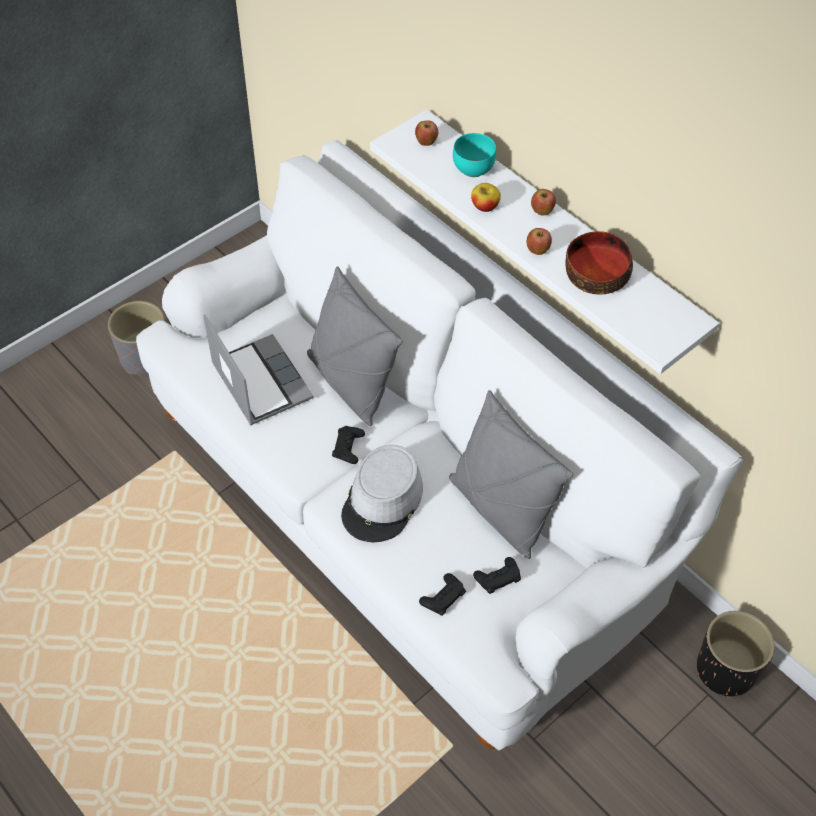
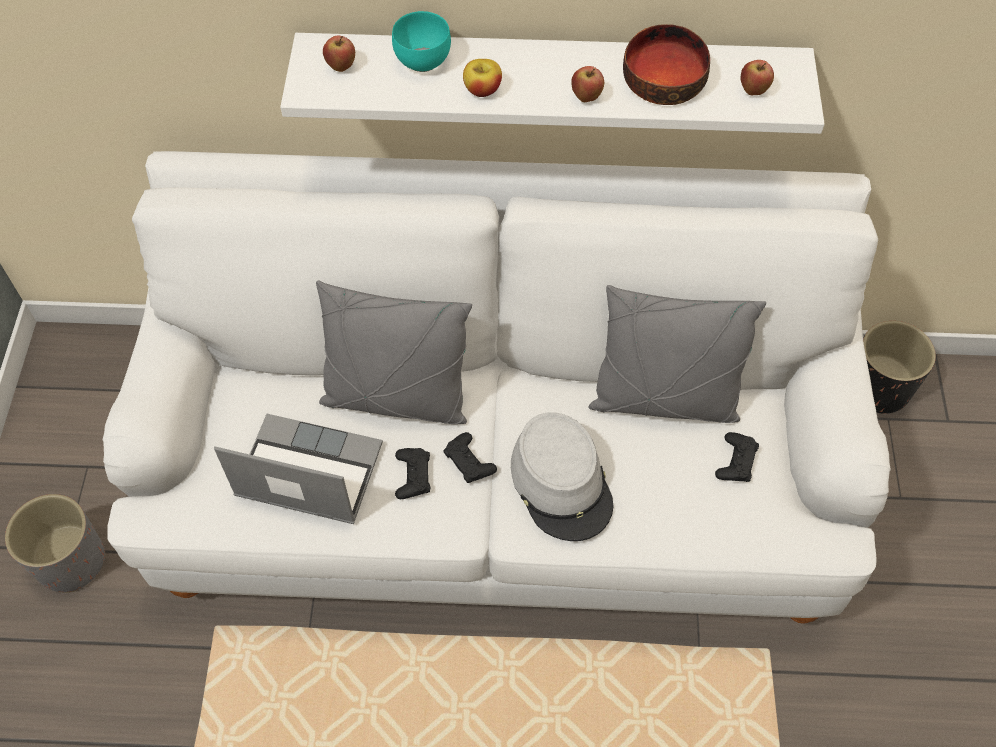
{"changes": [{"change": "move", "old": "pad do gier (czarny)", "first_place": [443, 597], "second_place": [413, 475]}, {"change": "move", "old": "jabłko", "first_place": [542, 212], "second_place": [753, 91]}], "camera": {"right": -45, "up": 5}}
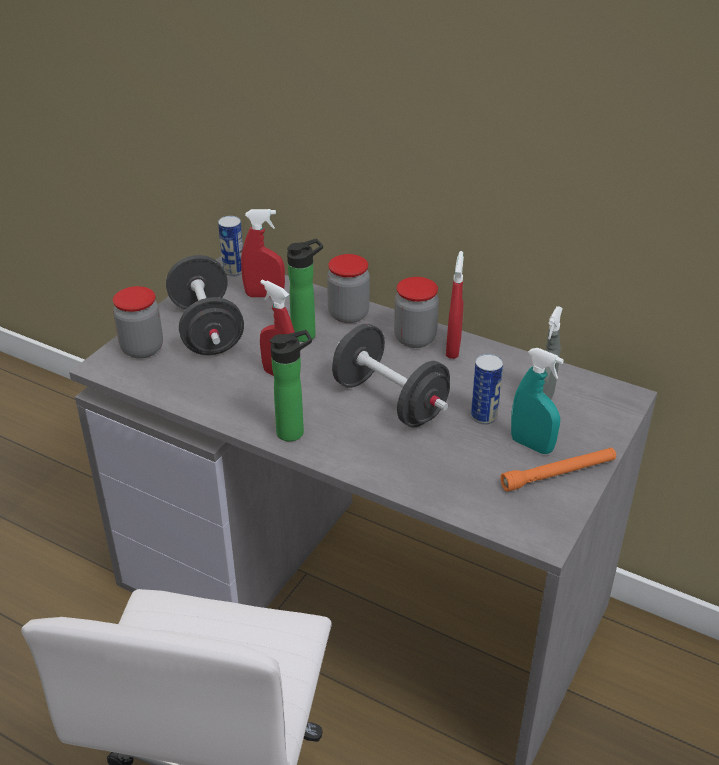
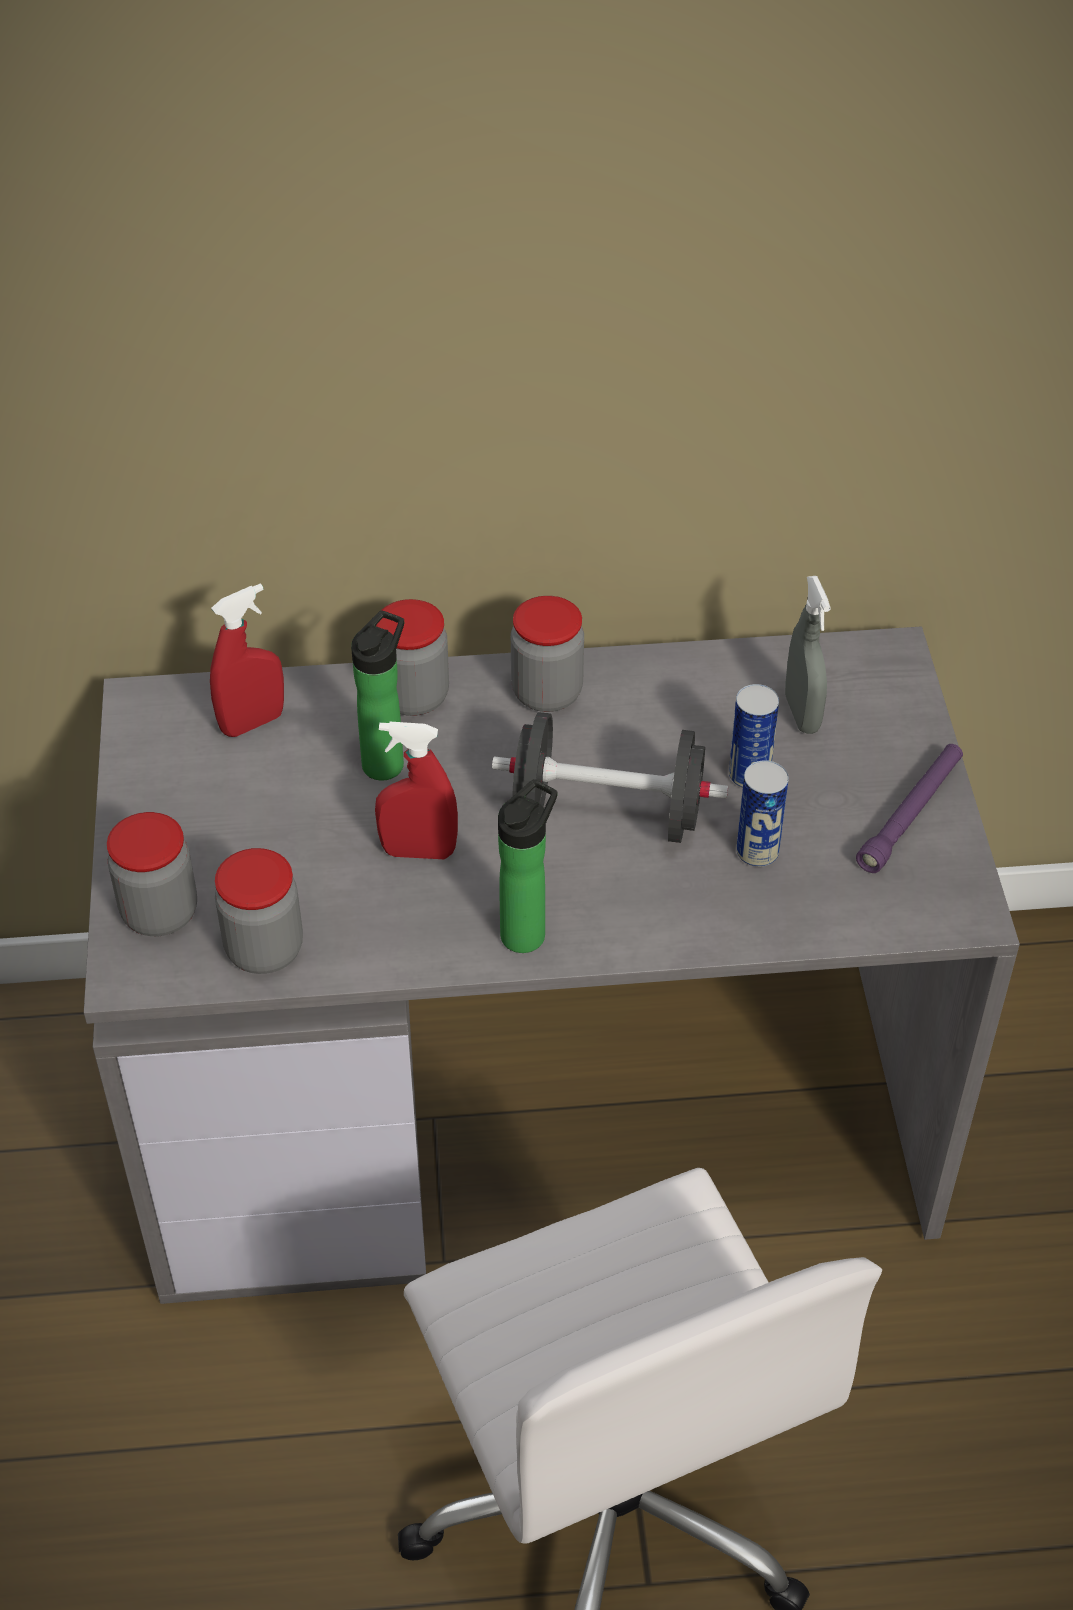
{"changes": [{"change": "delete", "old": "hantel (czarny)", "first_place": [206, 330]}, {"change": "delete", "old": "spryskiwacz (czerwony)", "first_place": [453, 348]}, {"change": "delete", "old": "spryskiwacz (turkusowy)", "first_place": [531, 445]}, {"change": "insert", "new": "słoik", "second_place": [264, 950]}, {"change": "move", "old": "puszka", "first_place": [233, 271], "second_place": [757, 852]}, {"change": "recolor", "old": "latarka (pomarańczowy)", "new": "latarka (fioletowy)", "first_place": [558, 474], "second_place": [910, 814]}], "camera": {"right": -35, "up": 10}}
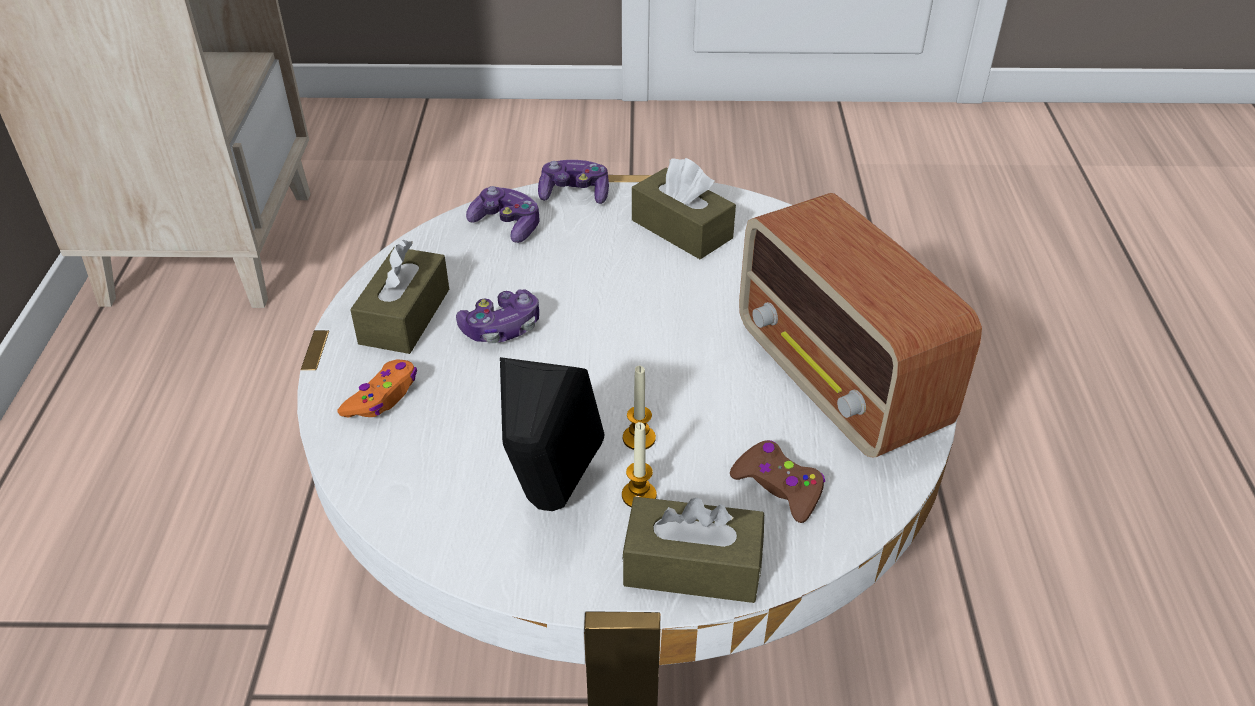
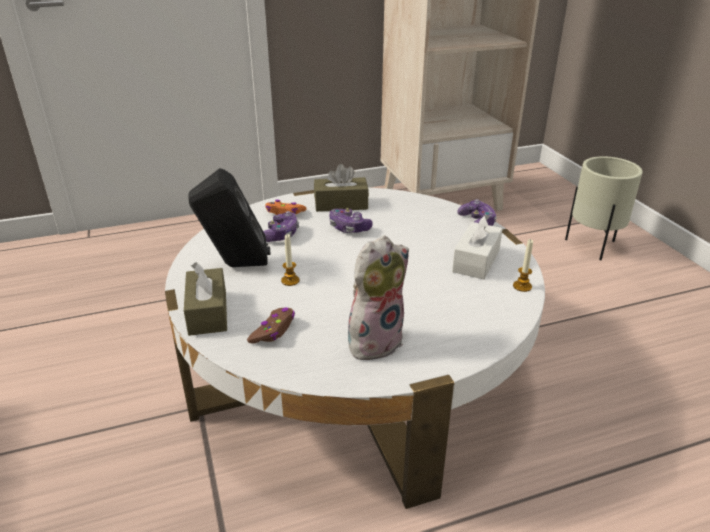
{"changes": [{"change": "insert", "new": "donica (beżowy)", "second_place": [593, 247]}, {"change": "move", "old": "pad do gier", "first_place": [507, 225], "second_place": [281, 234]}, {"change": "move", "old": "świeca", "first_place": [639, 495], "second_place": [522, 286]}, {"change": "replace", "old": "radio", "new": "pluszak", "first_place": [839, 381], "second_place": [374, 340]}, {"change": "recolor", "old": "pudełko chusteczek (brązowy)", "new": "pudełko chusteczek (biały)", "first_place": [681, 229], "second_place": [476, 261]}], "camera": {"right": 70, "up": -10}}
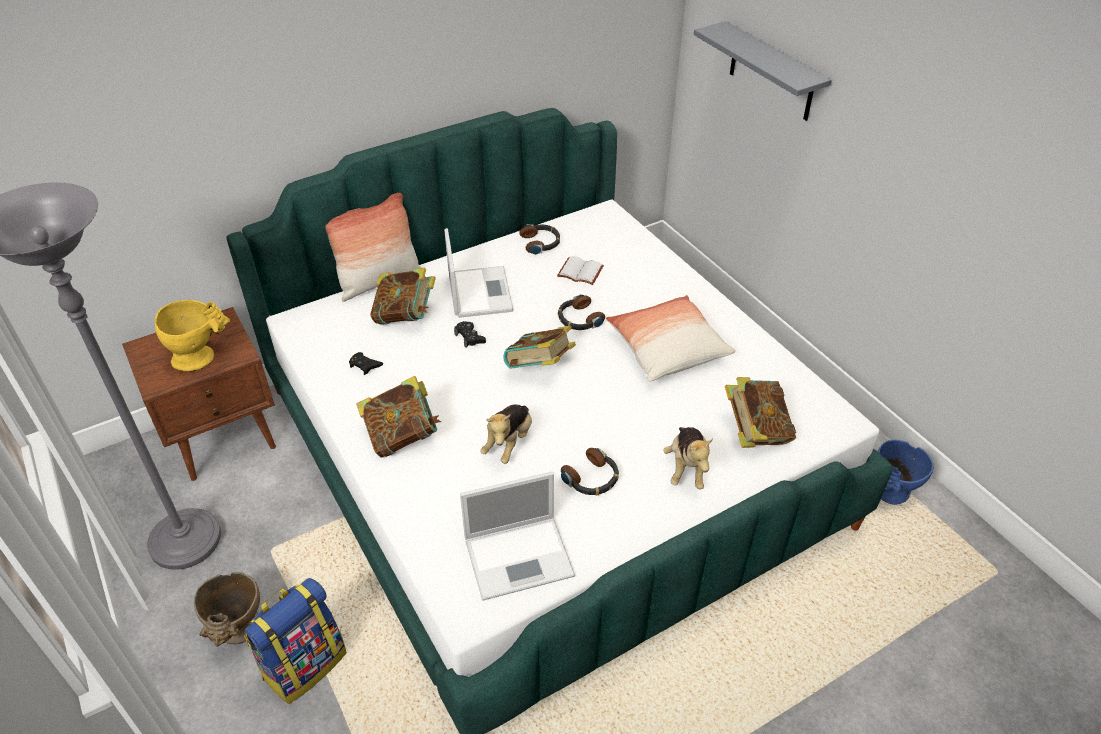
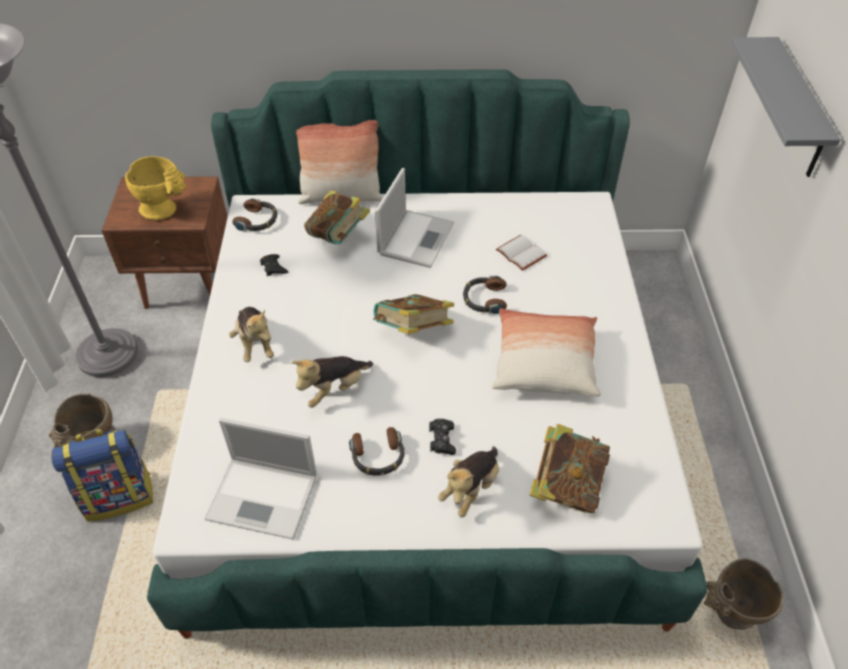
{"changes": [{"change": "move", "old": "pad do gier (czarny)", "first_place": [470, 337], "second_place": [442, 440]}, {"change": "move", "old": "słuchawki", "first_place": [541, 243], "second_place": [257, 221]}, {"change": "replace", "old": "książka", "new": "pluszak", "first_place": [402, 436], "second_place": [255, 343]}, {"change": "recolor", "old": "wazon (niebieski)", "new": "wazon (beżowy)", "first_place": [888, 495], "second_place": [729, 613]}], "camera": {"right": 30, "up": 5}}
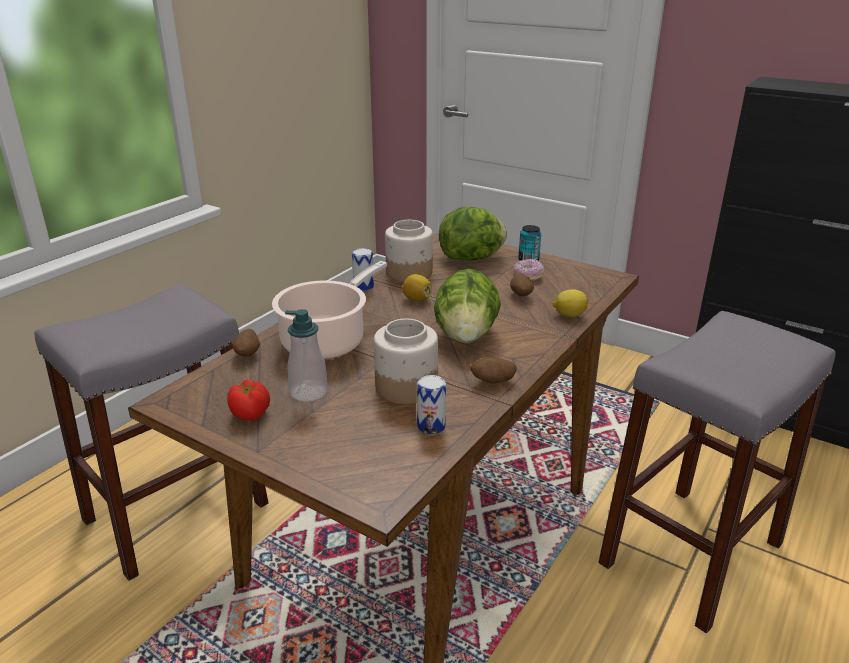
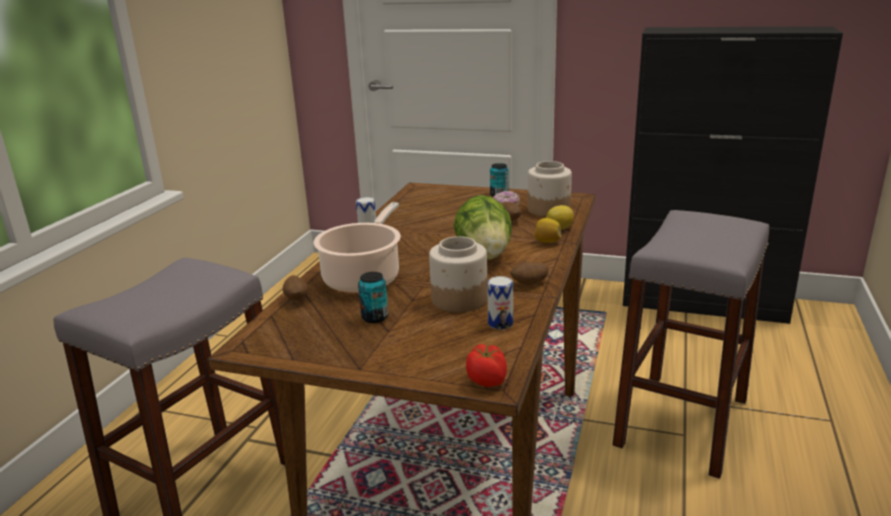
{"changes": [{"change": "delete", "old": "sałata", "first_place": [472, 258]}, {"change": "move", "old": "pomidor", "first_place": [251, 414], "second_place": [487, 381]}, {"change": "move", "old": "słoik", "first_place": [409, 272], "second_place": [549, 209]}, {"change": "move", "old": "cytryna", "first_place": [417, 299], "second_place": [547, 242]}, {"change": "replace", "old": "dozownik mydła", "new": "puszka", "first_place": [308, 392], "second_place": [375, 317]}], "camera": {"right": -15, "up": -5}}
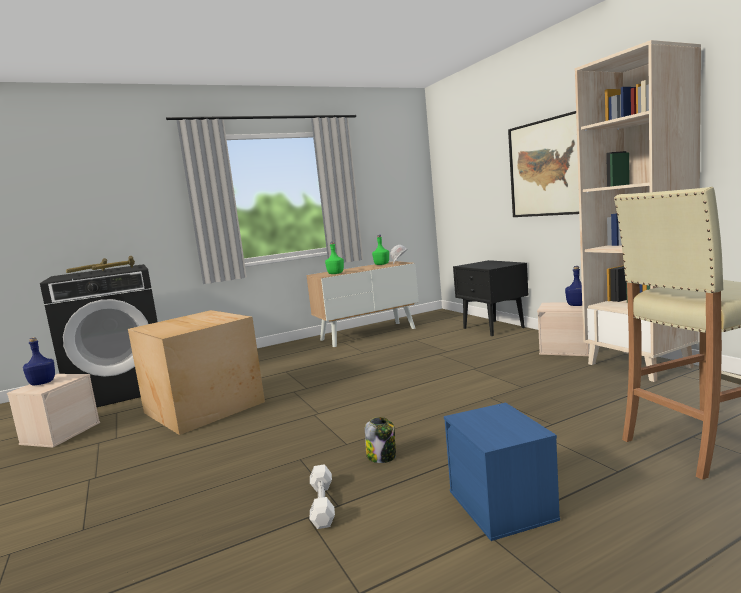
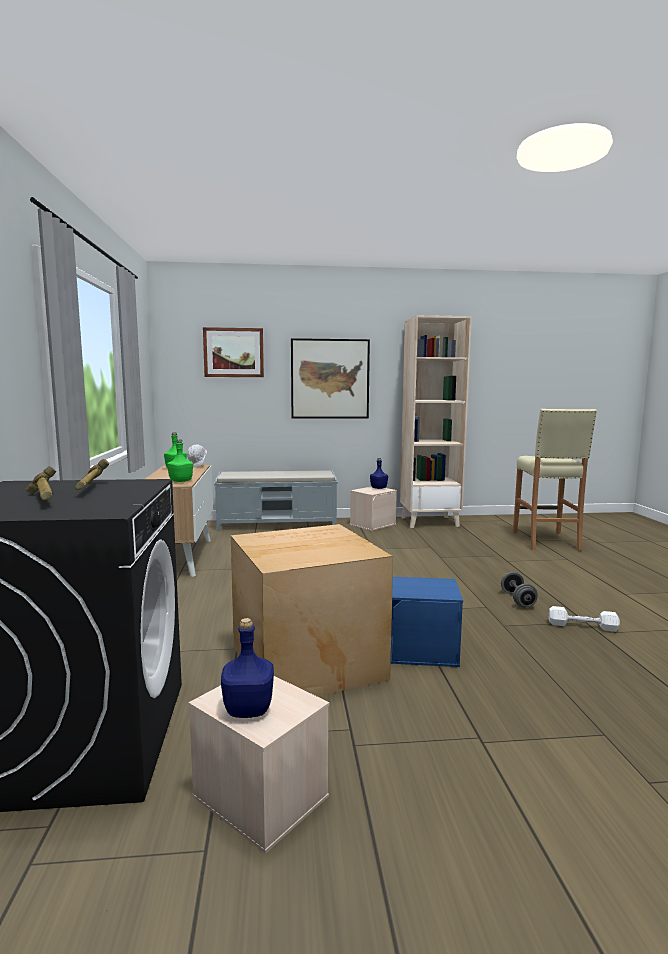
{"changes": [{"change": "insert", "new": "obraz", "second_place": [233, 352]}, {"change": "move", "old": "pojemnik do przechowywania (niebieski)", "first_place": [503, 505], "second_place": [422, 650]}, {"change": "replace", "old": "słoik", "new": "hantel (szary)", "first_place": [382, 456], "second_place": [517, 600]}, {"change": "replace", "old": "szafka nocna (czarny)", "new": "ławka (szary)", "first_place": [493, 328], "second_place": [278, 524]}], "camera": {"right": -70, "up": 0}}
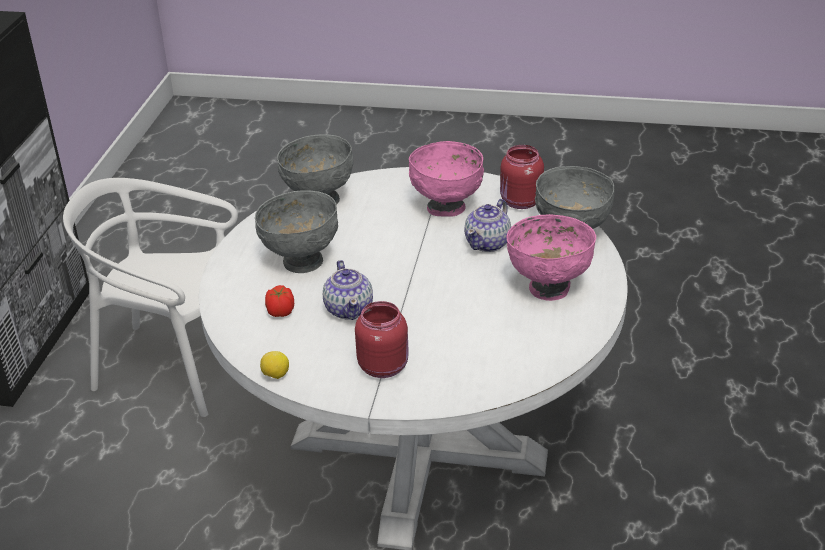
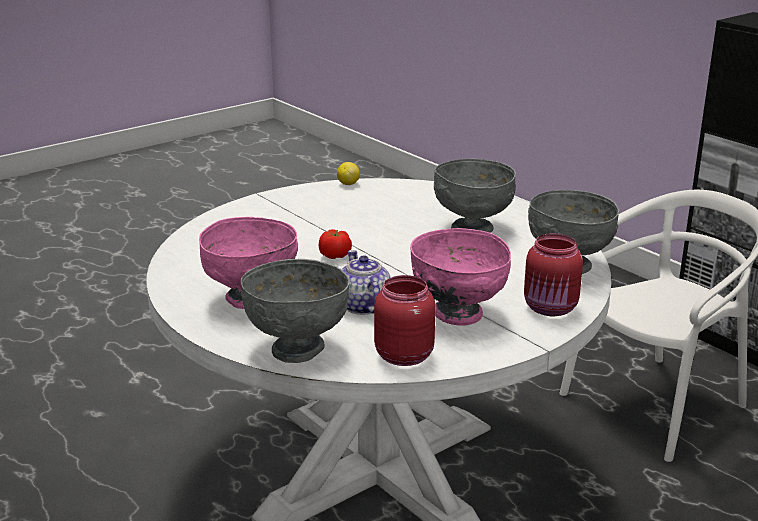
{"changes": [{"change": "delete", "old": "imbryk", "first_place": [349, 309]}, {"change": "move", "old": "pomidor", "first_place": [280, 312], "second_place": [335, 256]}, {"change": "move", "old": "słoik (czerwony)", "first_place": [384, 366], "second_place": [551, 309]}], "camera": {"right": 130, "up": -10}}
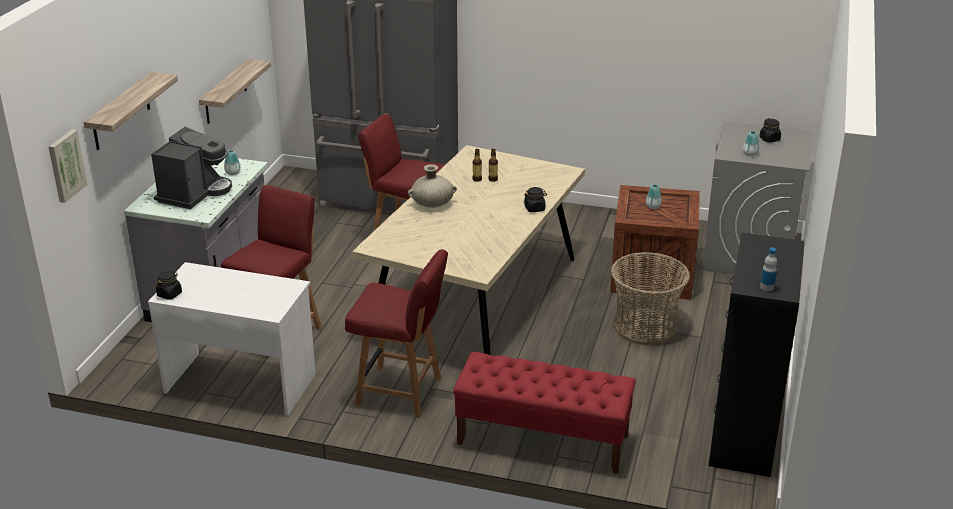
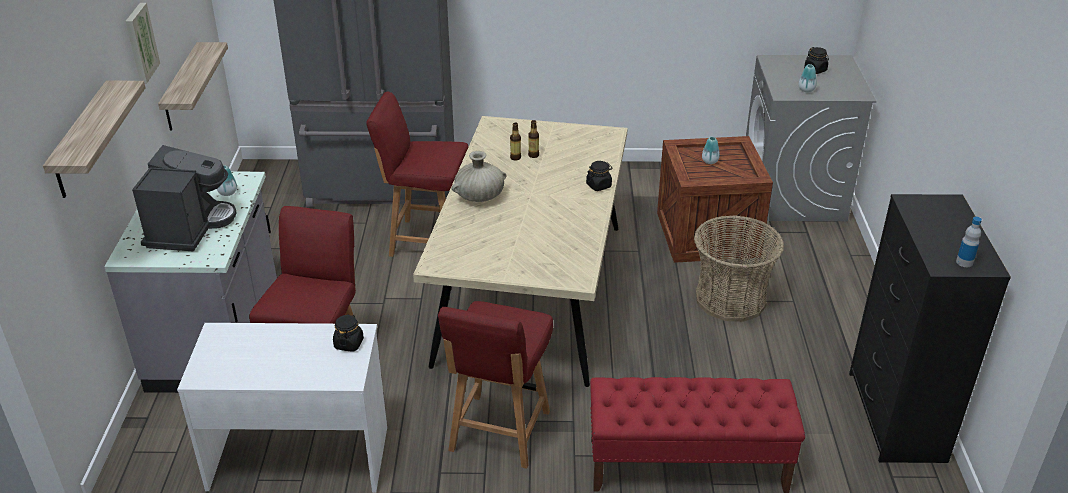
{"changes": [{"change": "move", "old": "obraz", "first_place": [65, 165], "second_place": [140, 43]}, {"change": "move", "old": "słoik (czarny)", "first_place": [169, 294], "second_place": [349, 343]}, {"change": "rotate", "old": "krzesło (czerwony)", "first_place": [401, 392], "second_place": [498, 433], "degrees": 105}], "camera": {"right": -15, "up": 5}}
